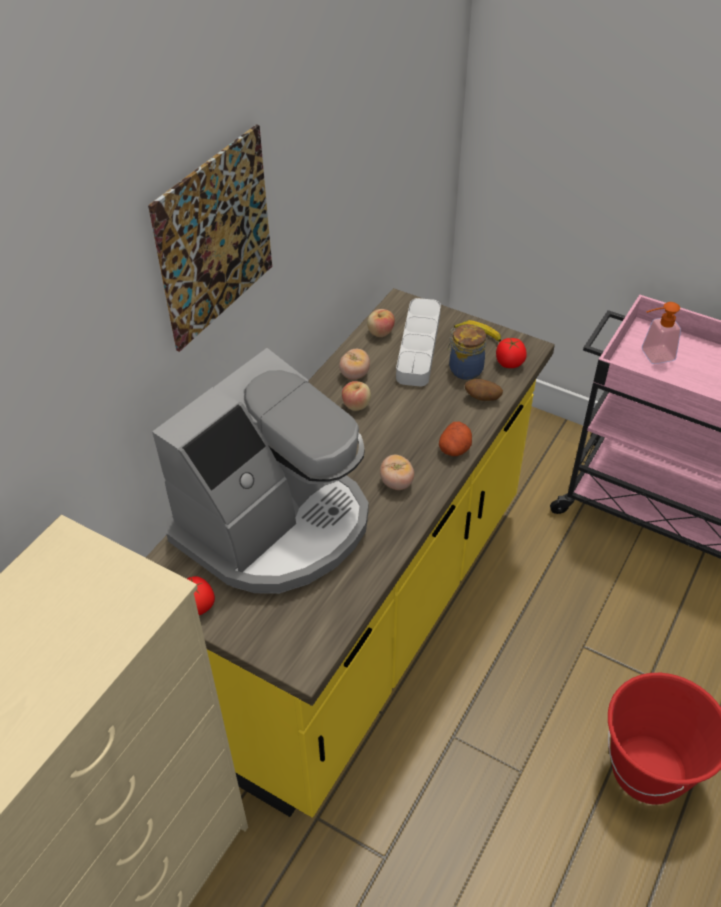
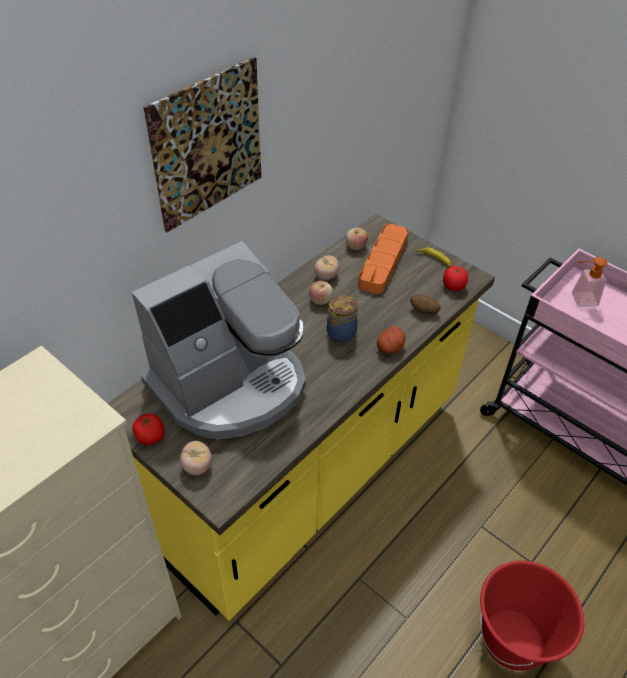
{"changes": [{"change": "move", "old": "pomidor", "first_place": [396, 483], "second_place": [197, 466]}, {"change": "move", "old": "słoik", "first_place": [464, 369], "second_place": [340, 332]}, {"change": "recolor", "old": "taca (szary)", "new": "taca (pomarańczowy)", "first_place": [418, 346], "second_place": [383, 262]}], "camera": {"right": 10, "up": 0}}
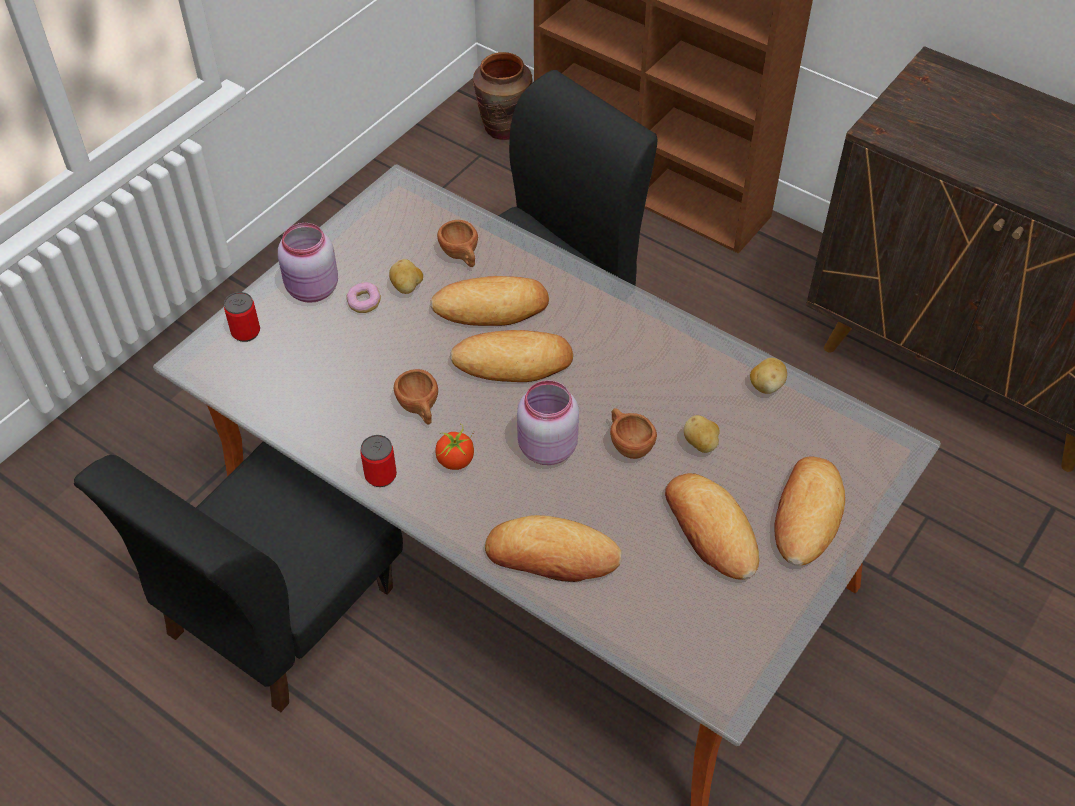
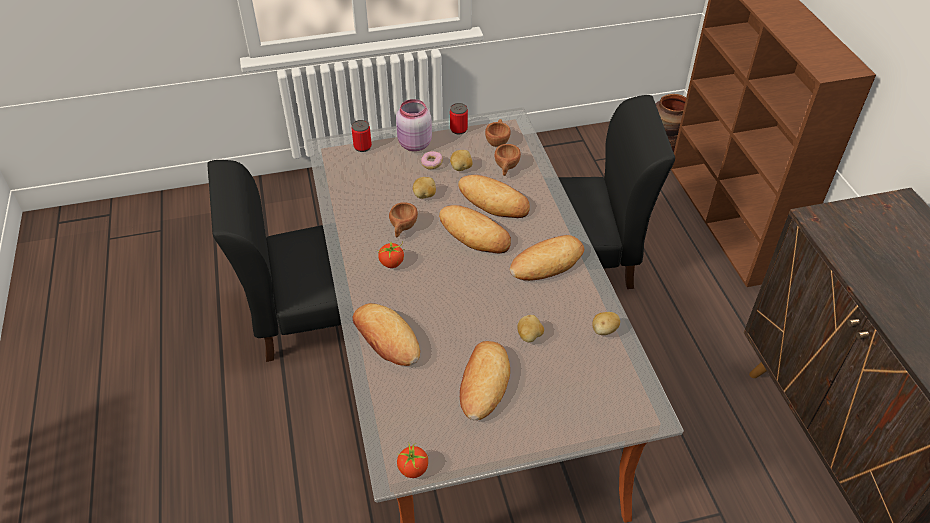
{"changes": [{"change": "delete", "old": "słoik (różowy)", "first_place": [545, 448]}, {"change": "insert", "new": "pomidor", "second_place": [413, 469]}, {"change": "insert", "new": "ziemniak", "second_place": [425, 195]}, {"change": "move", "old": "puszka", "first_place": [380, 475], "second_place": [458, 129]}, {"change": "move", "old": "filiżanka (brązowy)", "first_place": [628, 443], "second_place": [498, 141]}, {"change": "move", "old": "chleb", "first_place": [806, 515], "second_place": [547, 262]}], "camera": {"right": 40, "up": -5}}
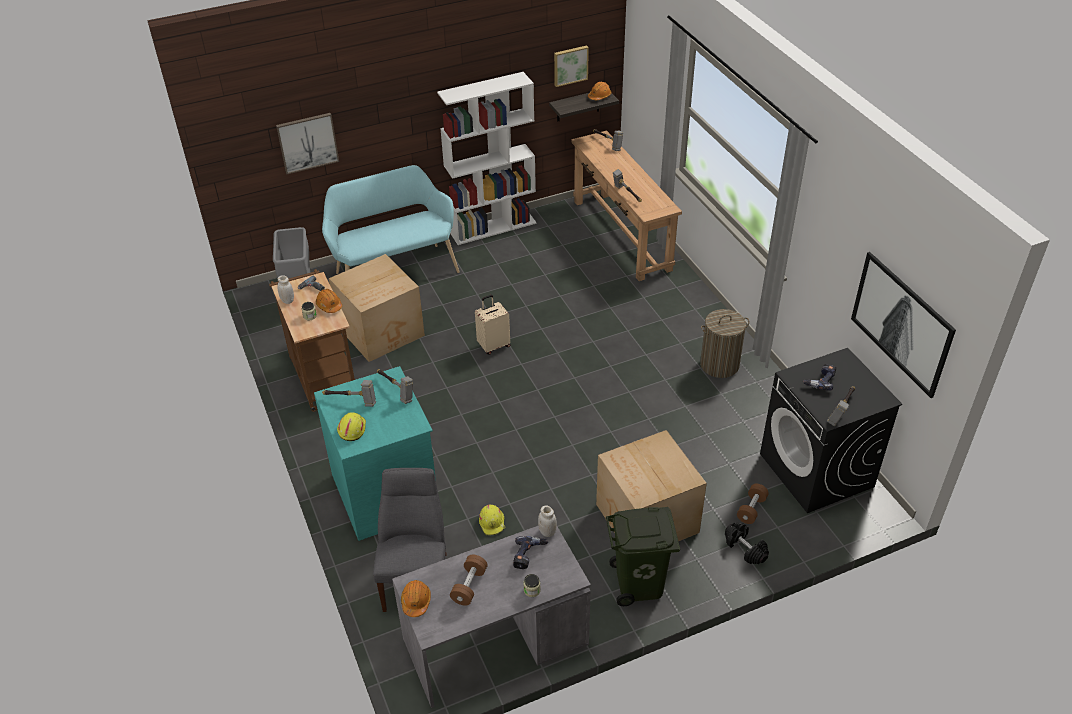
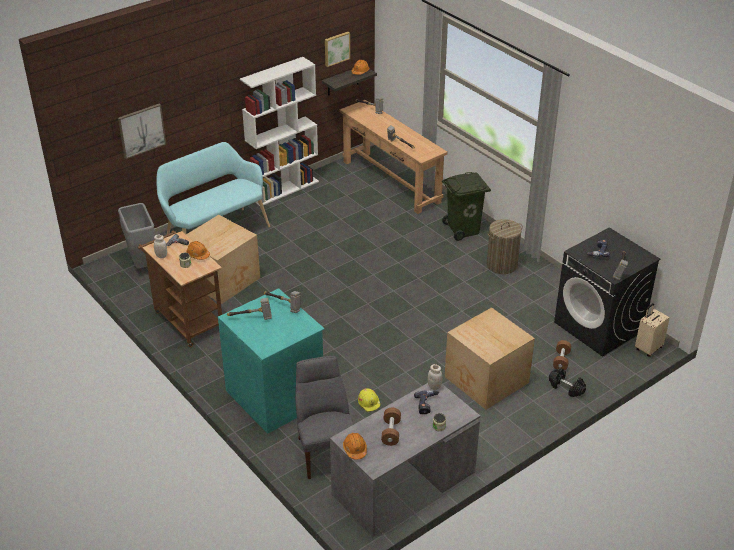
{"changes": [{"change": "delete", "old": "kask (żółty)", "first_place": [351, 429]}, {"change": "delete", "old": "obraz", "first_place": [901, 323]}, {"change": "move", "old": "walizka (beżowy)", "first_place": [493, 345], "second_place": [648, 348]}, {"change": "move", "old": "kosz na śmieci (zielony)", "first_place": [639, 584], "second_place": [463, 230]}], "camera": {"right": -15, "up": -5}}
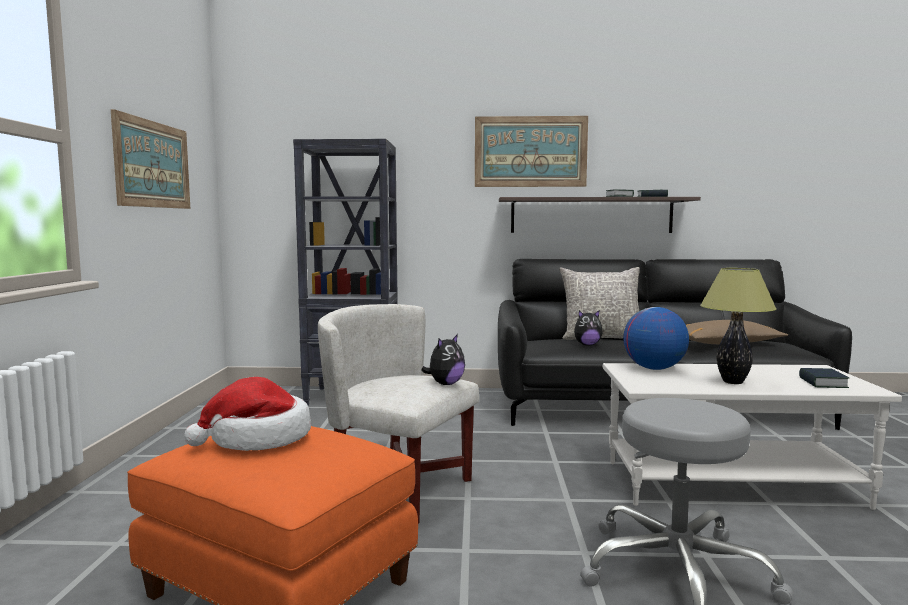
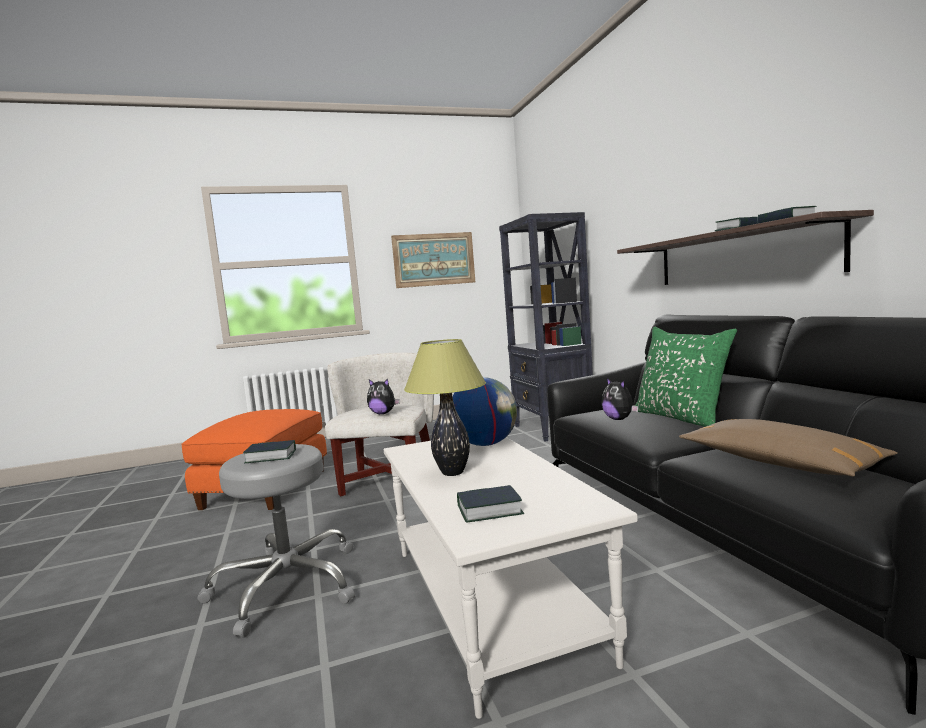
{"changes": [{"change": "delete", "old": "kapelusz", "first_place": [258, 439]}, {"change": "delete", "old": "obraz", "first_place": [530, 152]}, {"change": "insert", "new": "książka", "second_place": [271, 457]}, {"change": "recolor", "old": "poduszka (szary)", "new": "poduszka (zielony)", "first_place": [601, 337], "second_place": [681, 417]}], "camera": {"right": 70, "up": 0}}
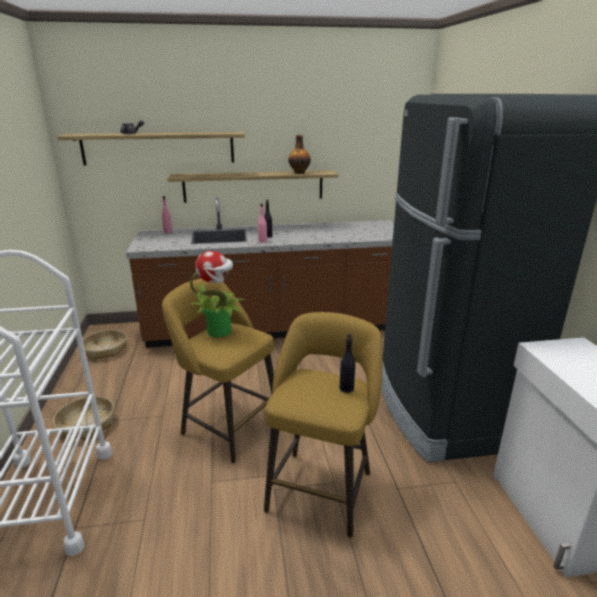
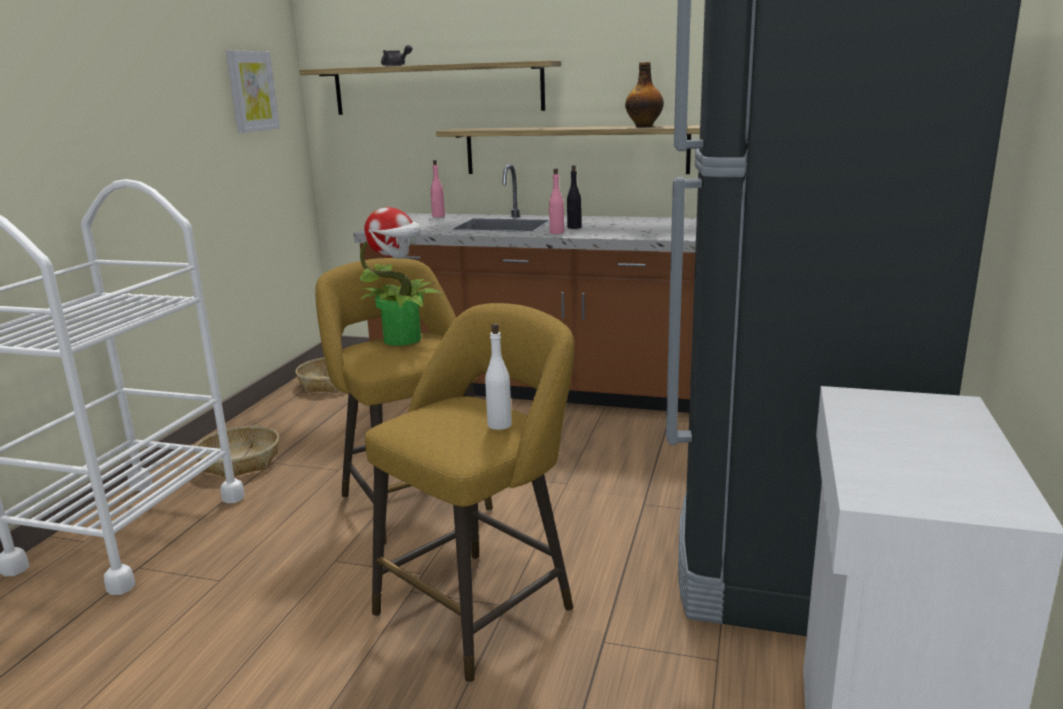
{"changes": [{"change": "insert", "new": "obraz", "second_place": [251, 91]}, {"change": "recolor", "old": "butelka (czarny)", "new": "butelka (biały)", "first_place": [346, 388], "second_place": [499, 425]}], "camera": {"right": 25, "up": -5}}
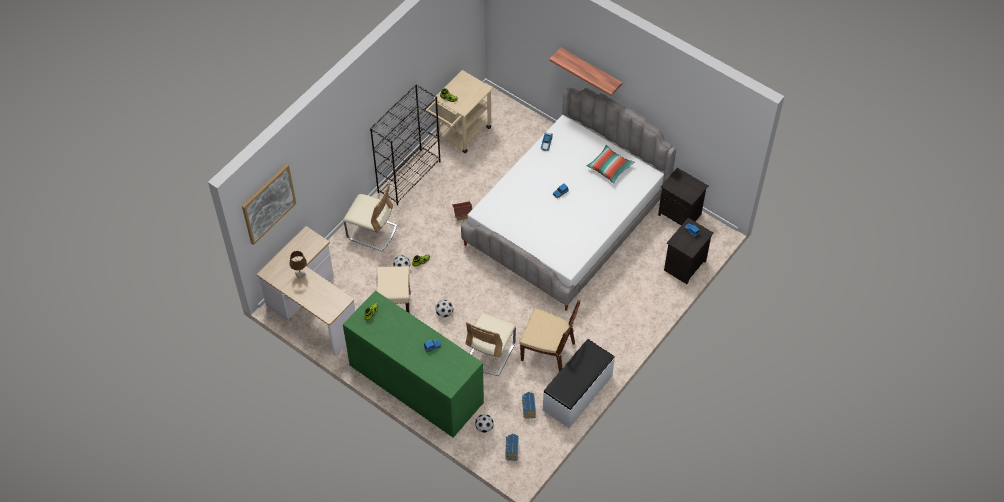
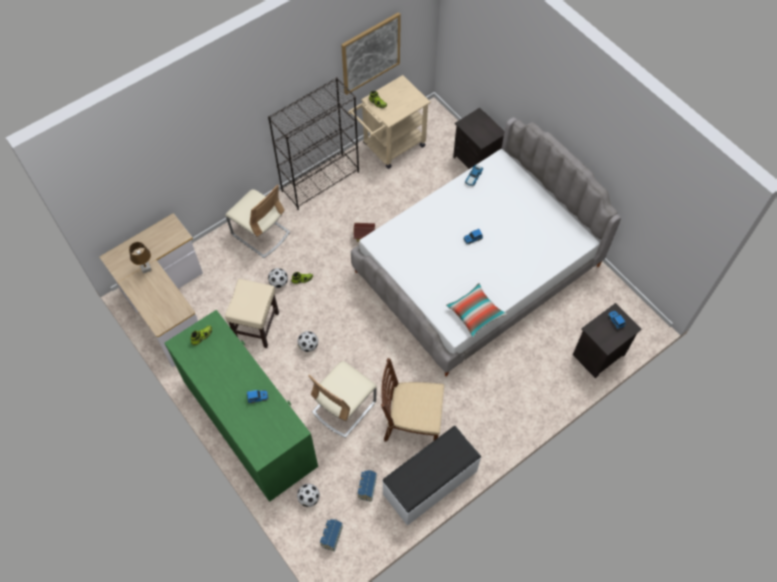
{"changes": [{"change": "delete", "old": "półka", "first_place": [590, 70]}, {"change": "move", "old": "obraz", "first_place": [268, 203], "second_place": [370, 53]}, {"change": "move", "old": "poduszka", "first_place": [610, 168], "second_place": [475, 313]}, {"change": "move", "old": "szafka nocna (czarny)", "first_place": [680, 214], "second_place": [476, 161]}, {"change": "rotate", "old": "krzesło (brązowy)", "first_place": [548, 351], "second_place": [411, 421], "degrees": 150}], "camera": {"right": 15, "up": 5}}
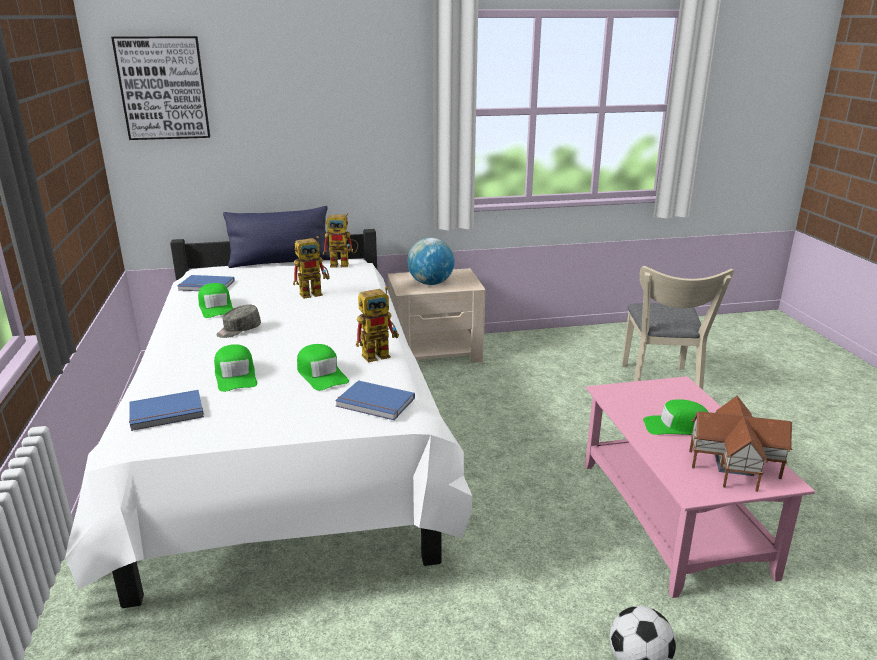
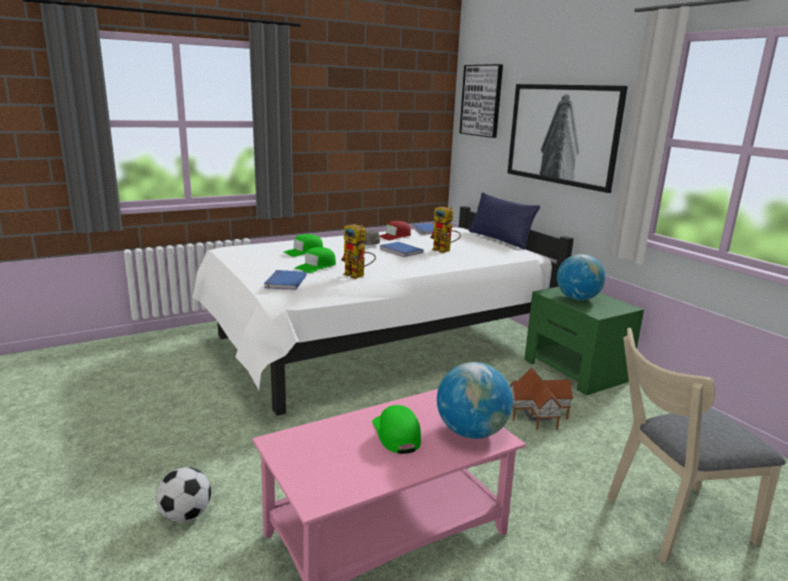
{"changes": [{"change": "delete", "old": "robot zabawkowy", "first_place": [344, 264]}, {"change": "insert", "new": "globus", "second_place": [471, 432]}, {"change": "insert", "new": "obraz", "second_place": [562, 134]}, {"change": "move", "old": "książka (niebieski)", "first_place": [167, 413], "second_place": [400, 251]}, {"change": "move", "old": "domek", "first_place": [735, 465], "second_place": [536, 414]}, {"change": "recolor", "old": "czapka z daszkiem (zielony)", "new": "czapka z daszkiem (czerwony)", "first_place": [216, 307], "second_place": [395, 236]}, {"change": "recolor", "old": "szafka nocna (beżowy)", "new": "szafka nocna (zielony)", "first_place": [435, 351], "second_place": [576, 370]}], "camera": {"right": 70, "up": -5}}
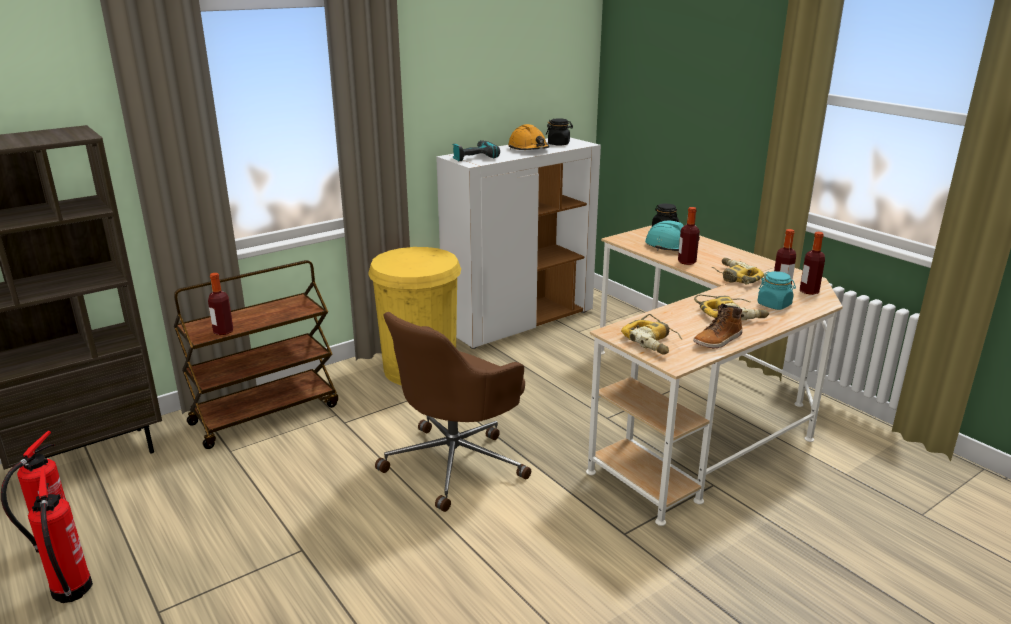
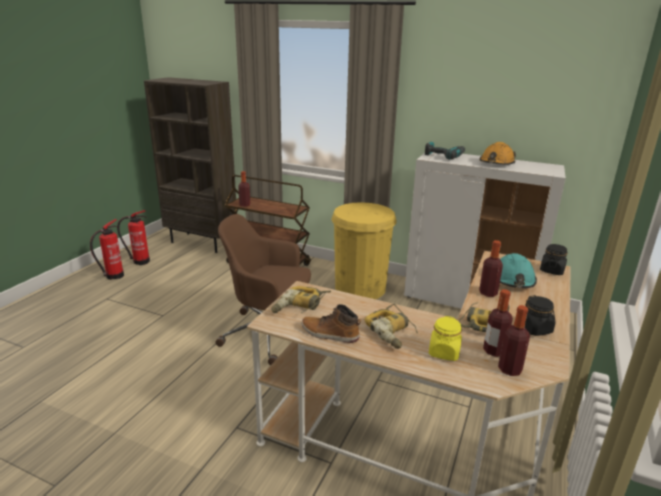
{"changes": [{"change": "move", "old": "słoik (czarny)", "first_place": [559, 144], "second_place": [535, 329]}, {"change": "recolor", "old": "słoik (turkusowy)", "new": "słoik (żółty)", "first_place": [774, 305], "second_place": [444, 352]}], "camera": {"right": 60, "up": 0}}
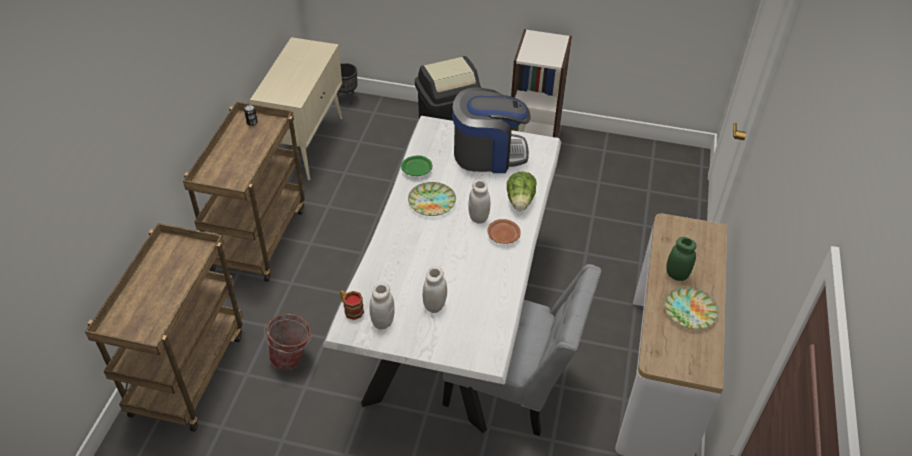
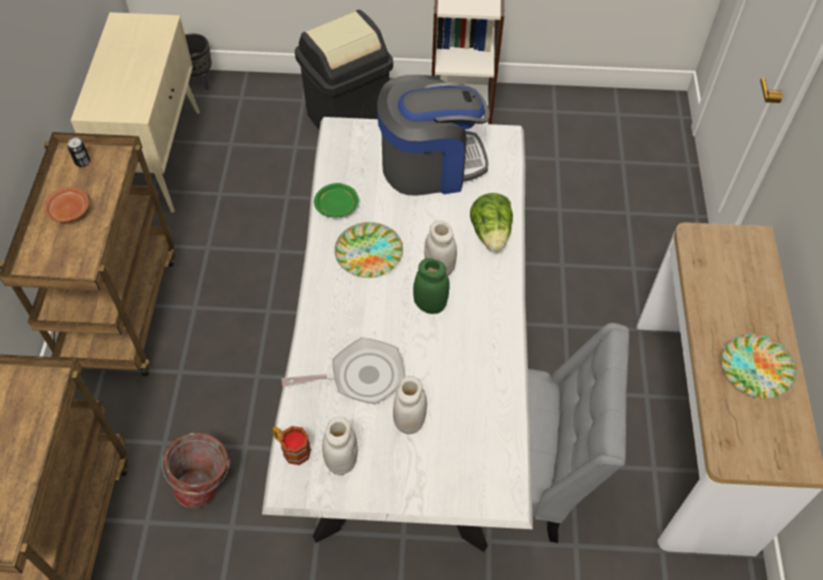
{"changes": [{"change": "insert", "new": "patelnia", "second_place": [361, 376]}, {"change": "move", "old": "talerz (brązowy)", "first_place": [503, 235], "second_place": [68, 210]}, {"change": "move", "old": "słoik (zielony)", "first_place": [676, 275], "second_place": [430, 305]}], "camera": {"right": -10, "up": 10}}
